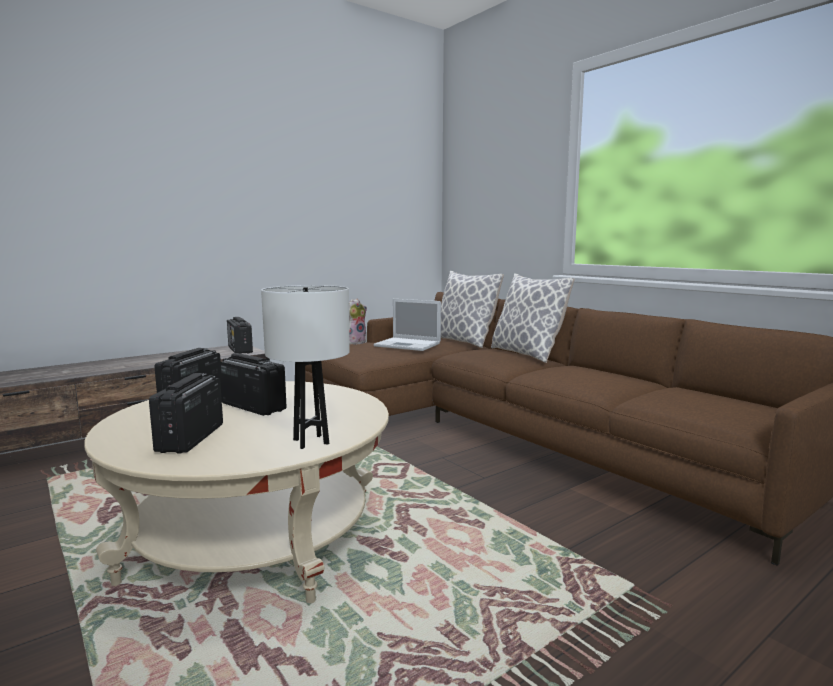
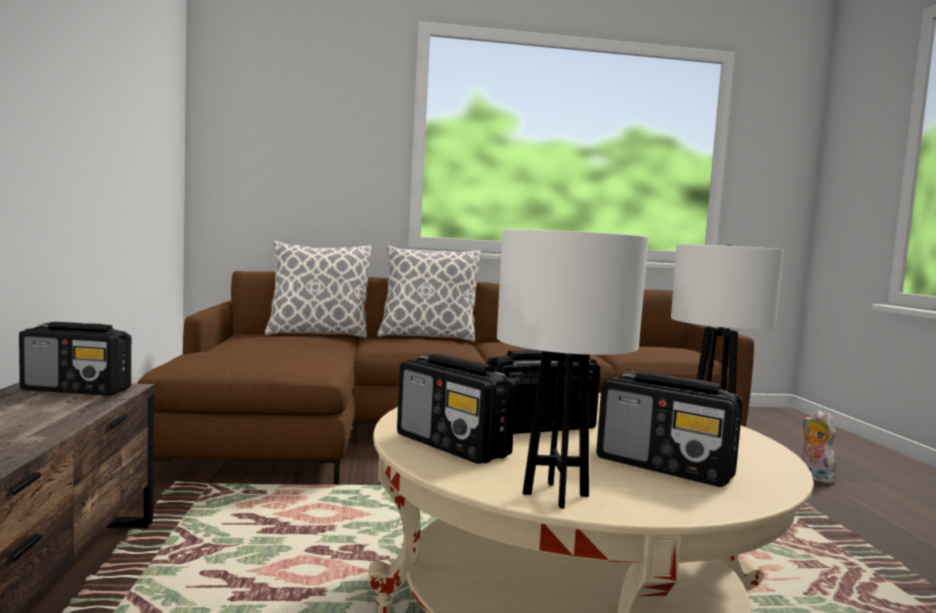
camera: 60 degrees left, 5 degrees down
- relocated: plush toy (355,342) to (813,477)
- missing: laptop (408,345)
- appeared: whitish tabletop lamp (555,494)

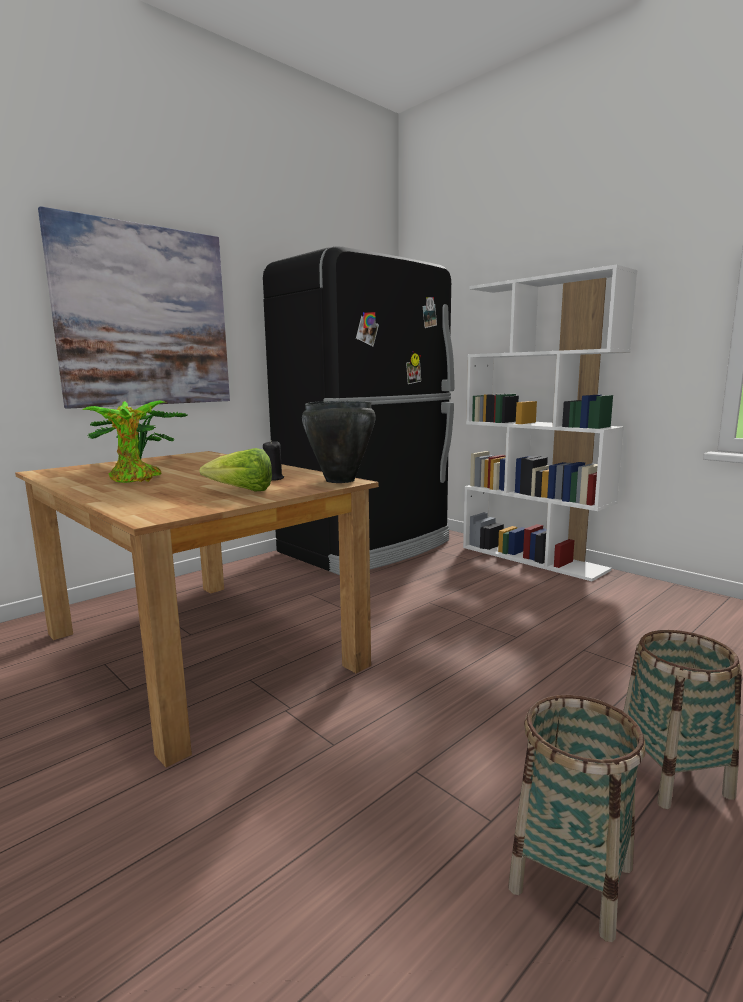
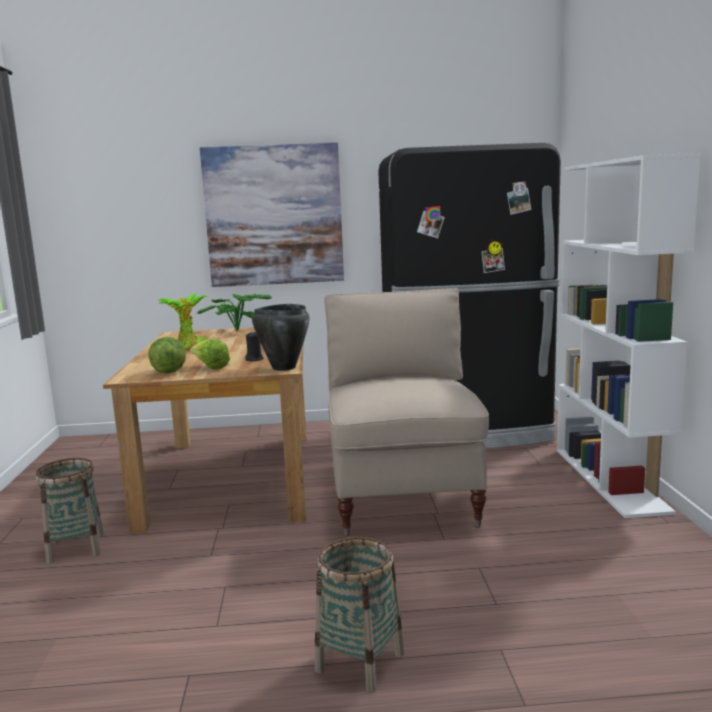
camera: 40 degrees right, 0 degrees up
- relocated: storage basket (570,878) to (76,548)
- appeared: beige-coloured chair (403,498)
- appeared: lettuce (169,371)

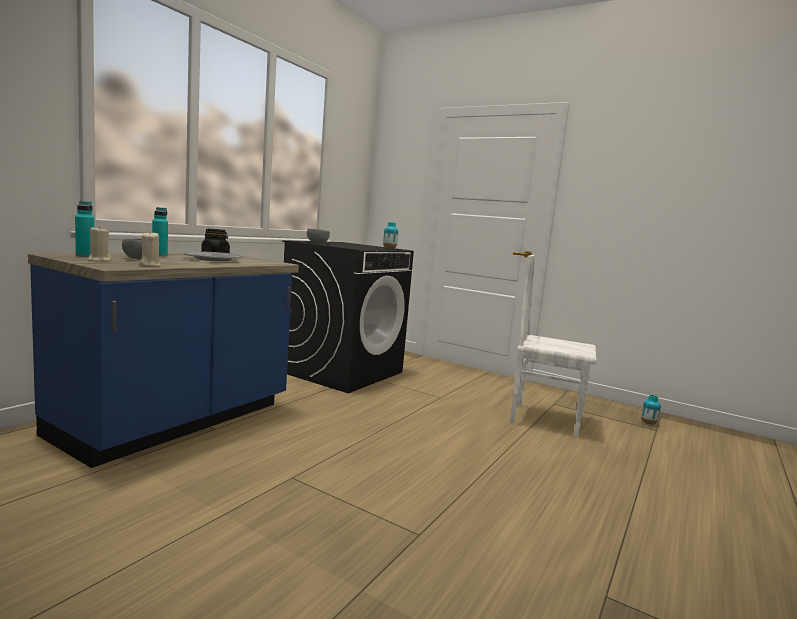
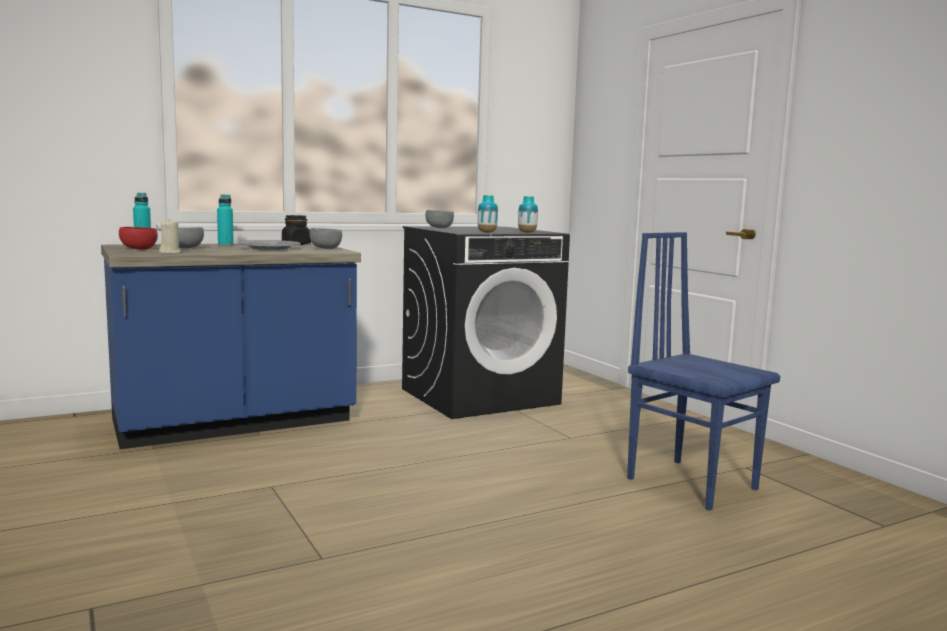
camera: 30 degrees right, 0 degrees up
- exchanged: beige-coloured wax light (99,260) to red serving bowl (139,249)
- colour: whitish chair (545,419) to blue chair (692,483)
- relocated: vase (648,423) to (487,232)
- appeared: gray serving bowl (325,248)

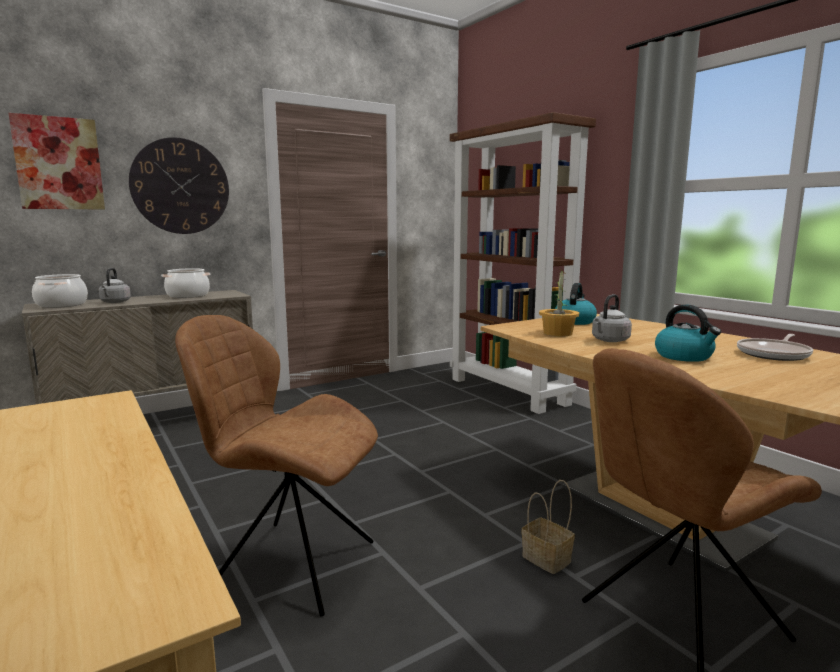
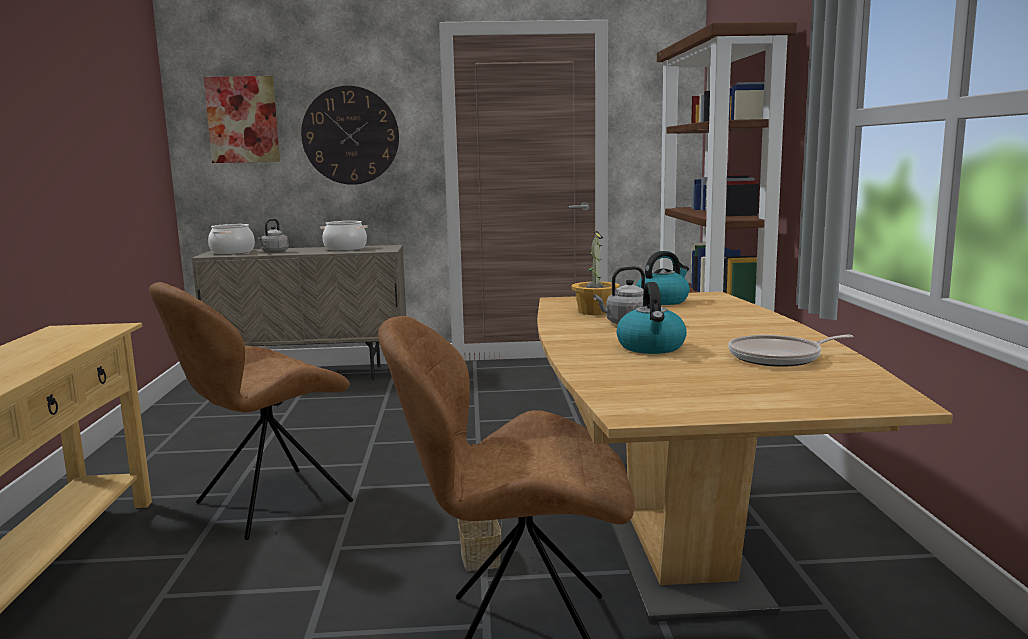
camera: 30 degrees right, 0 degrees up
- spun: brown-coloured chair (290,564) = (268,504) 90 degrees counterclockwise

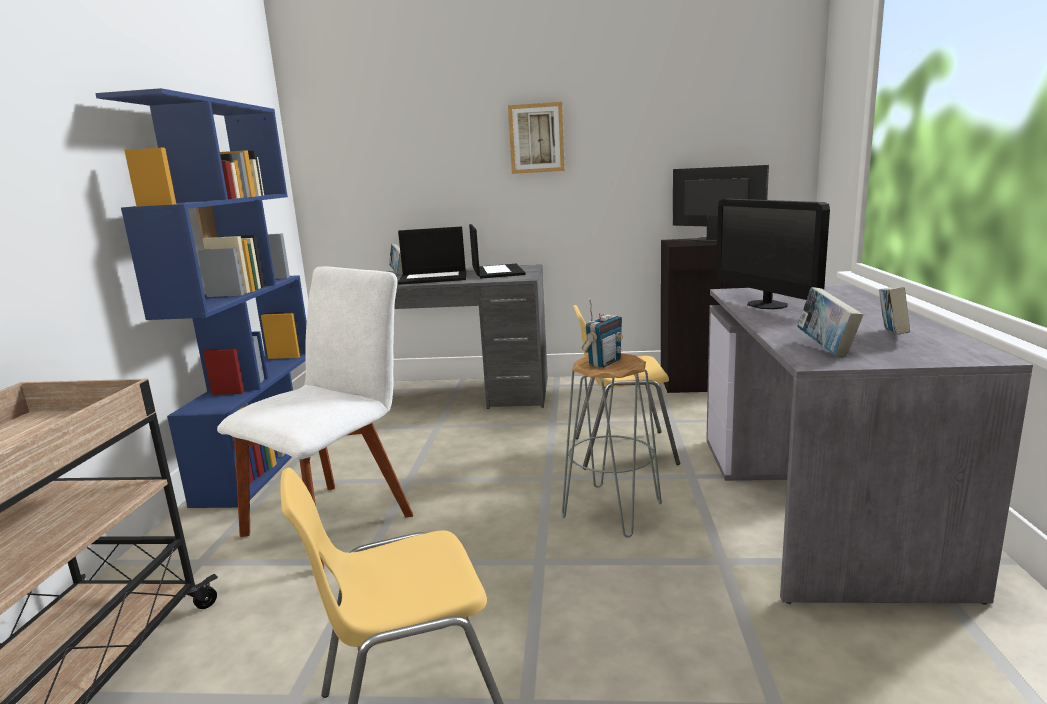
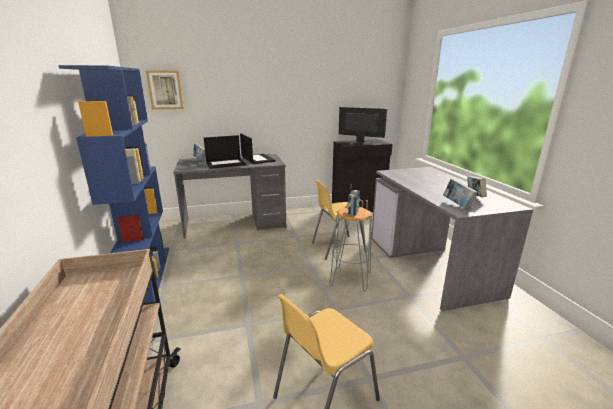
camera: 20 degrees left, 5 degrees up
- relocated: wall picture (536,138) to (165,90)
- missing: computer screen (767,305)
- missing: whitish chair (334,520)

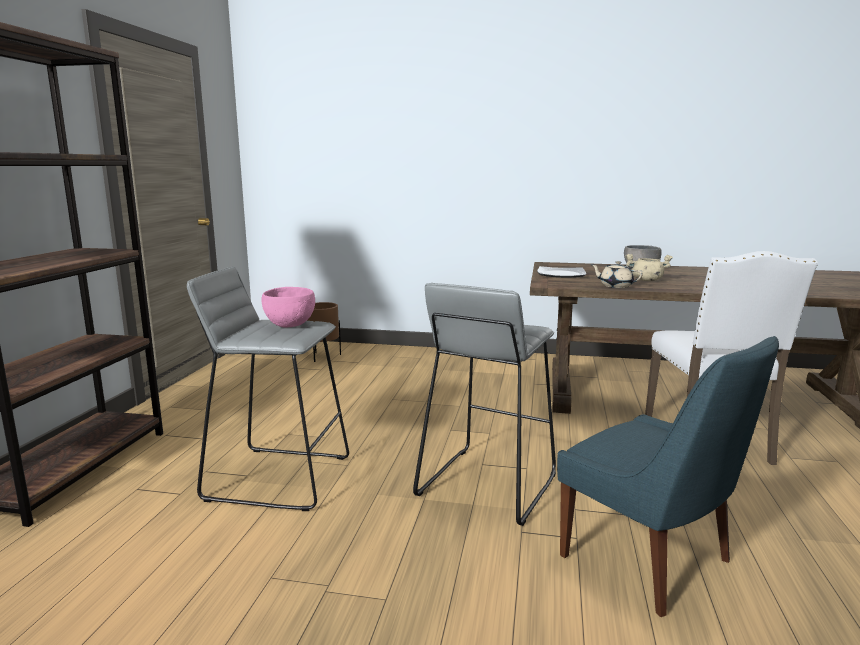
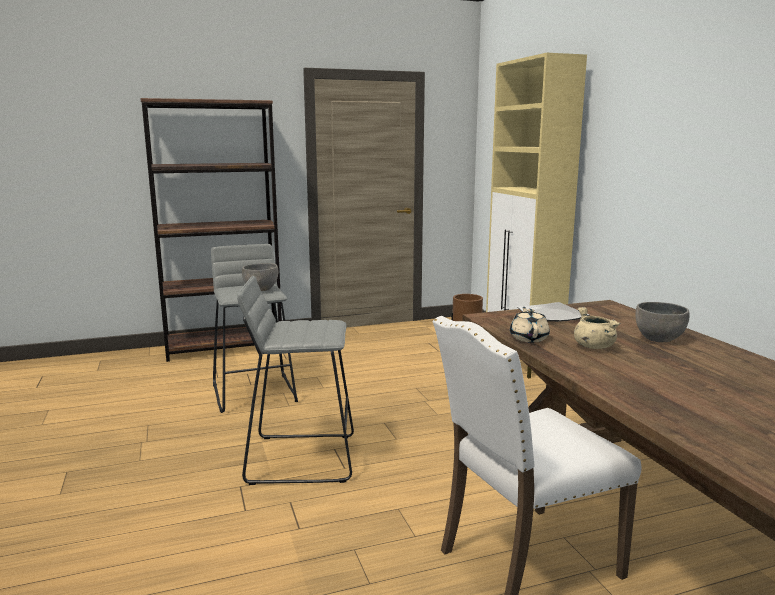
camera: 60 degrees right, 0 degrees up
- colour: pink-coloured serving bowl (289,325) to gray serving bowl (261,289)
- missing: blue chair (651,562)
- appeared: beige-coloured cabinet (522,362)

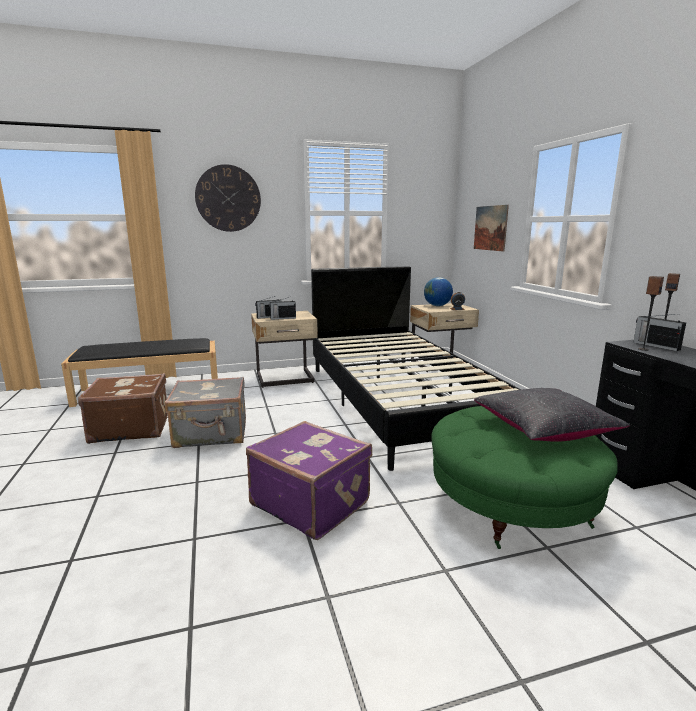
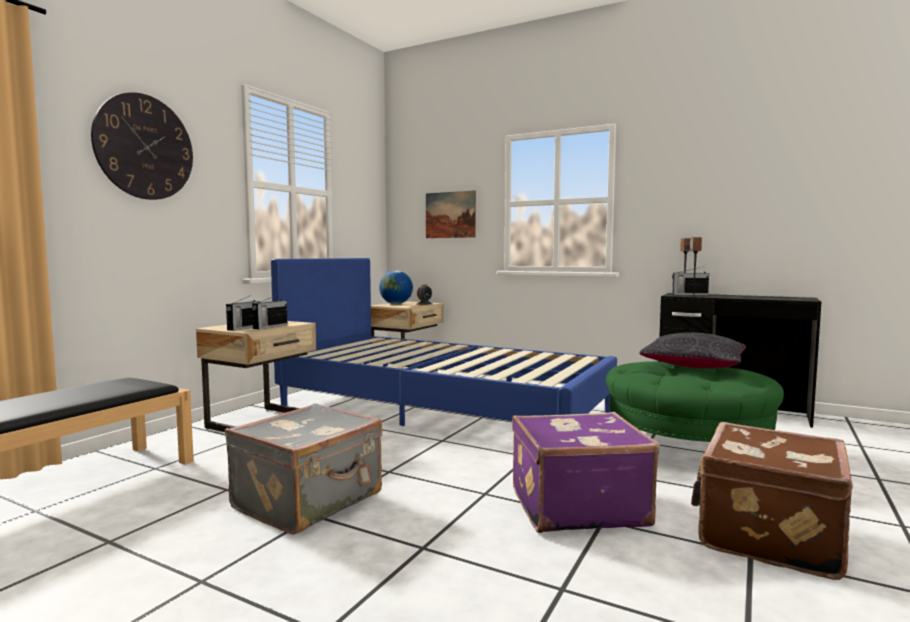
camera: 45 degrees left, 10 degrees down
- colour: black-coloured sleeping bed (398,401) to blue sleeping bed (442,409)
- relocated: brown-coloured travel case (130,428) to (767,535)

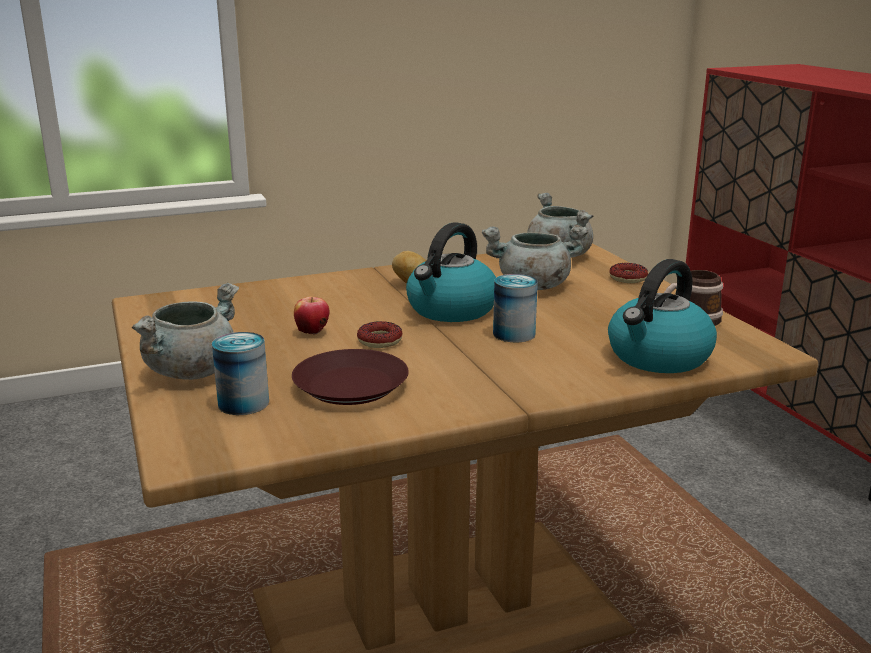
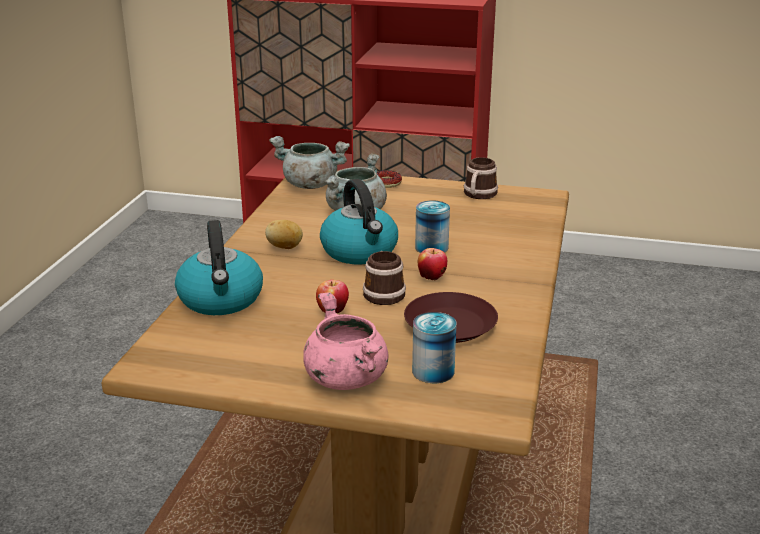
camera: 55 degrees left, 5 degrees up
- relocated: water kettle (658,357) to (221,300)
- colour: gray saucepot (191,371) to pink-coloured saucepot (345,378)
- exchanged: donut (380,341) to coffee mug (383,292)
- appeared: apple fruit (432,278)

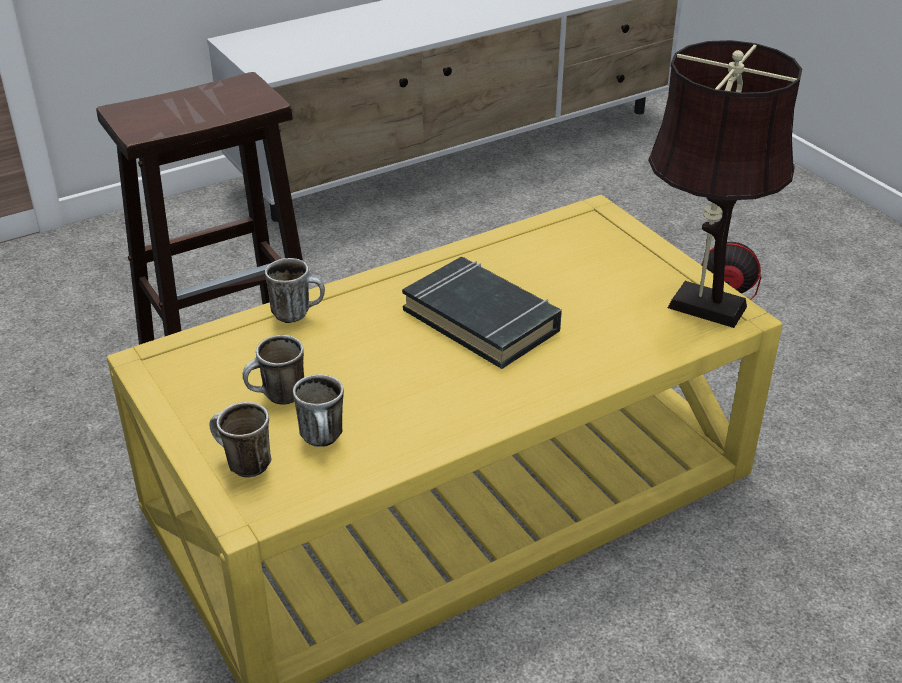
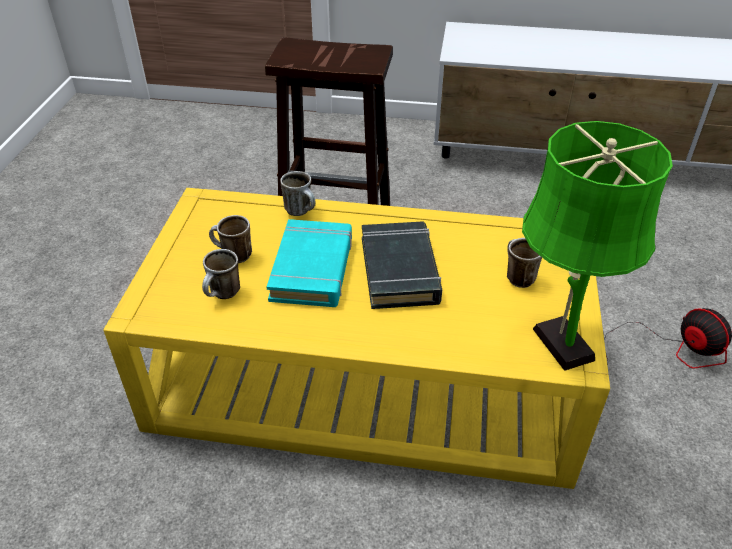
camera: 40 degrees right, 5 degrees up
- colour: brown-coloured tabletop lamp (699,305) to greenish tabletop lamp (559,339)
- relocated: coffee mug (241,464) to (516,277)
- appeared: blue-green volume (312,269)

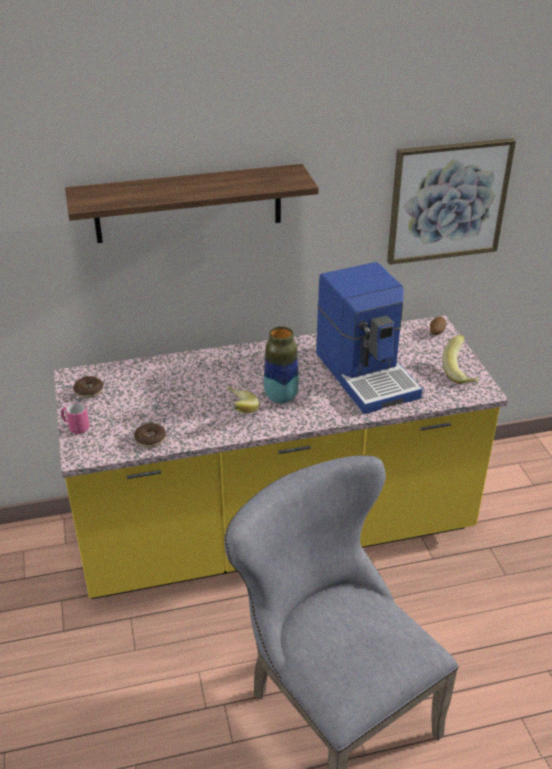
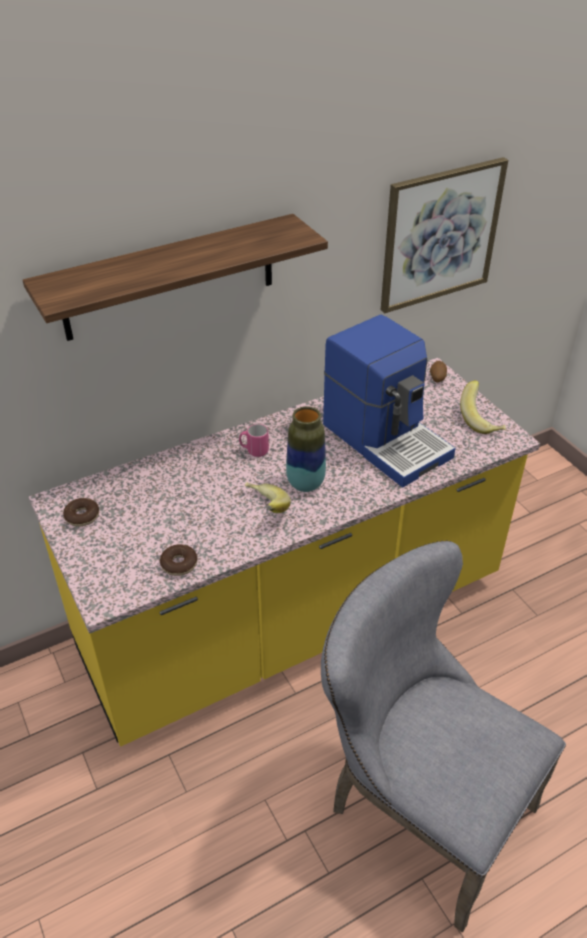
camera: 15 degrees left, 5 degrees up
- relocated: pink-coloured coffee mug (76,427) to (254,450)

